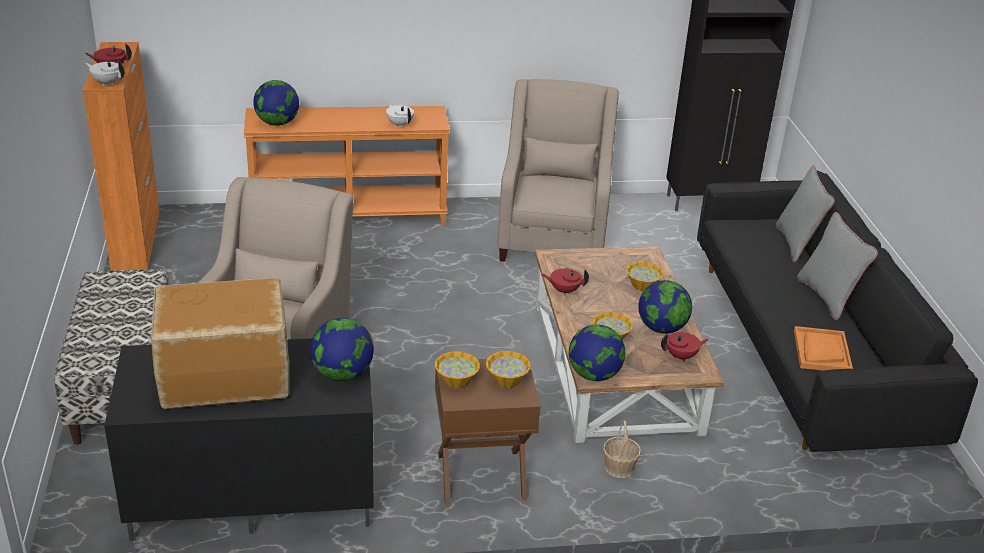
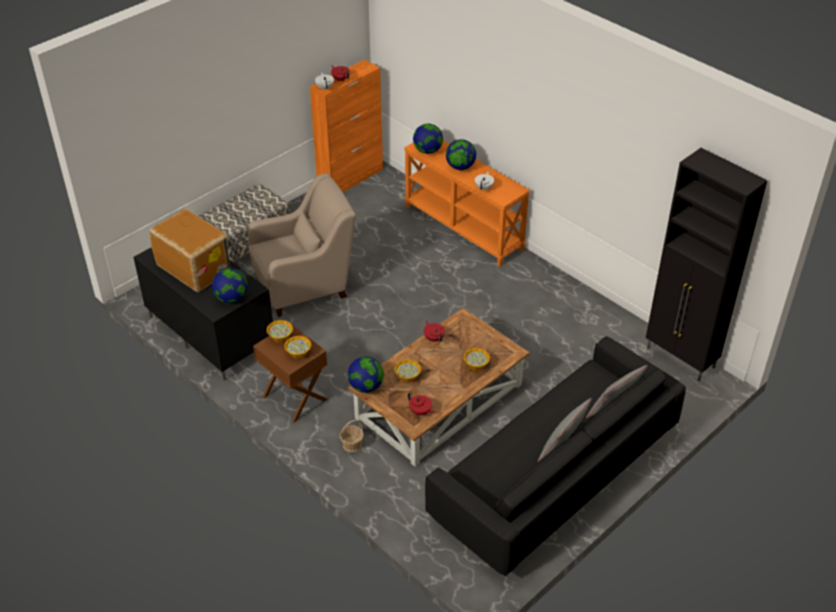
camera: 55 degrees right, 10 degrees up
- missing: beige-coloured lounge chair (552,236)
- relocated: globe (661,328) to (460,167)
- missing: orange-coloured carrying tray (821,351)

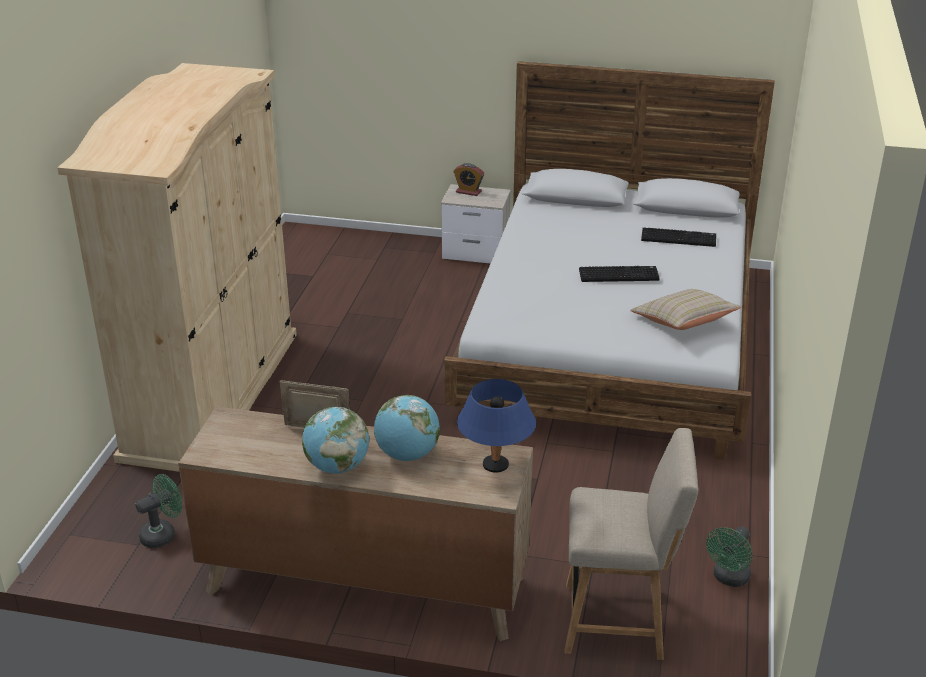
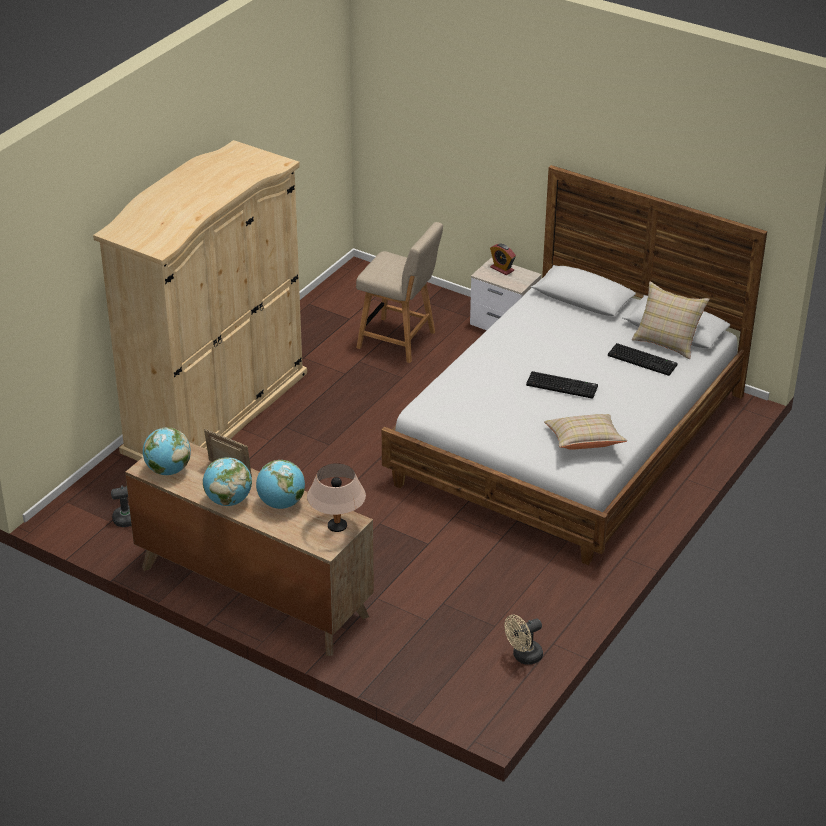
camera: 20 degrees right, 5 degrees up
- colour: blue tabletop lamp (496,465) to beige-coloured tabletop lamp (337,526)
- relocated: beige-coloured chair (620,621) to (400,341)
- colour: greenish cooling fan (729,578) to beige-coloured cooling fan (523,657)
- appeared: beige-coloured cushion (667,341)
- appeared: globe (168,470)

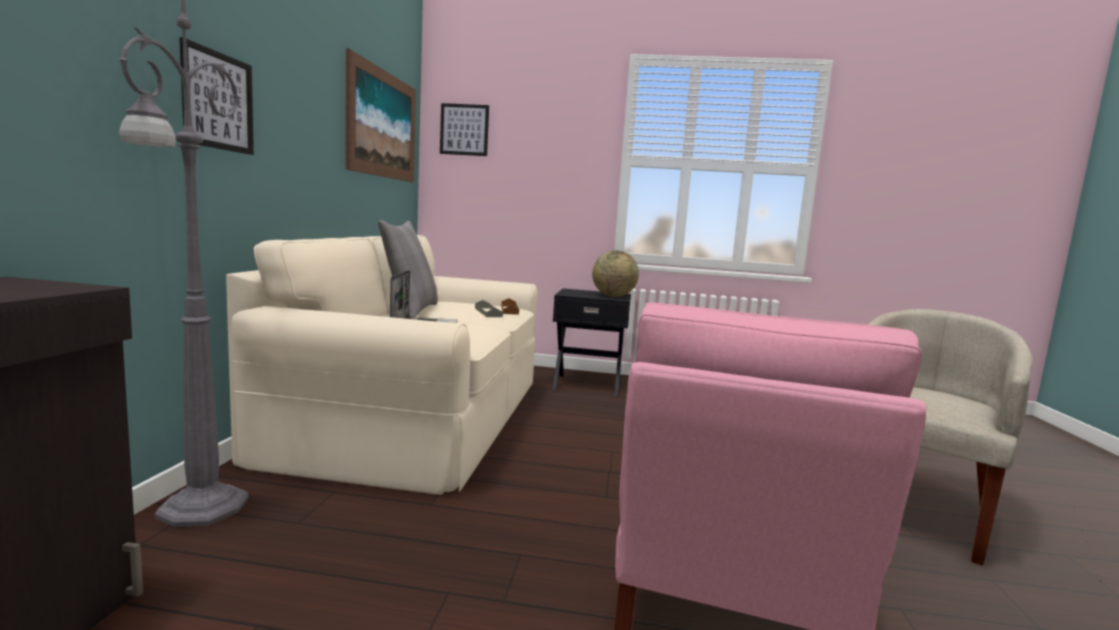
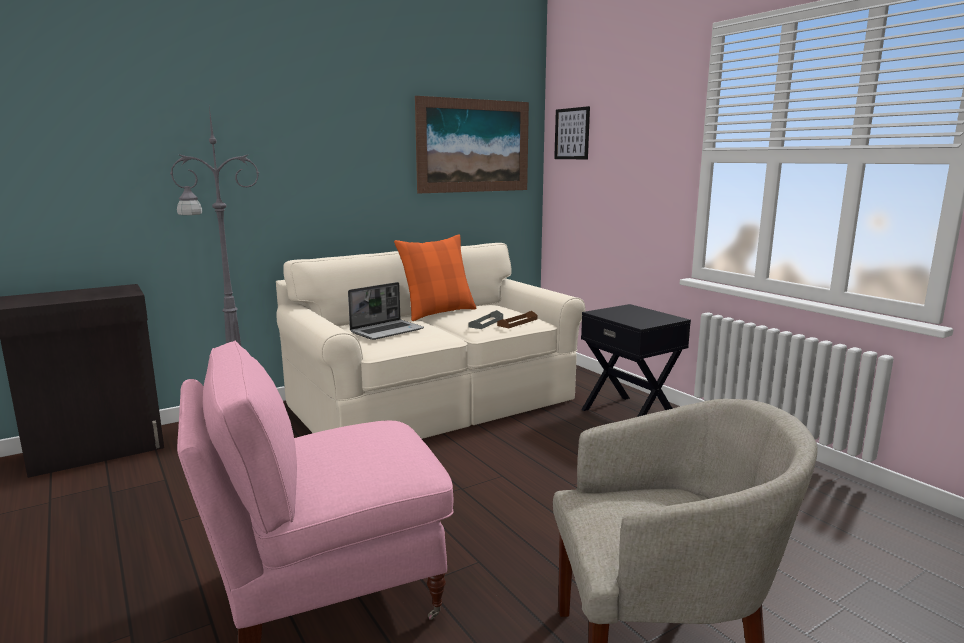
camera: 50 degrees right, 5 degrees up
- missing: wall picture (218,101)
- colour: gray cushion (411,310) to orange-coloured cushion (438,312)
- missing: globe (613,296)

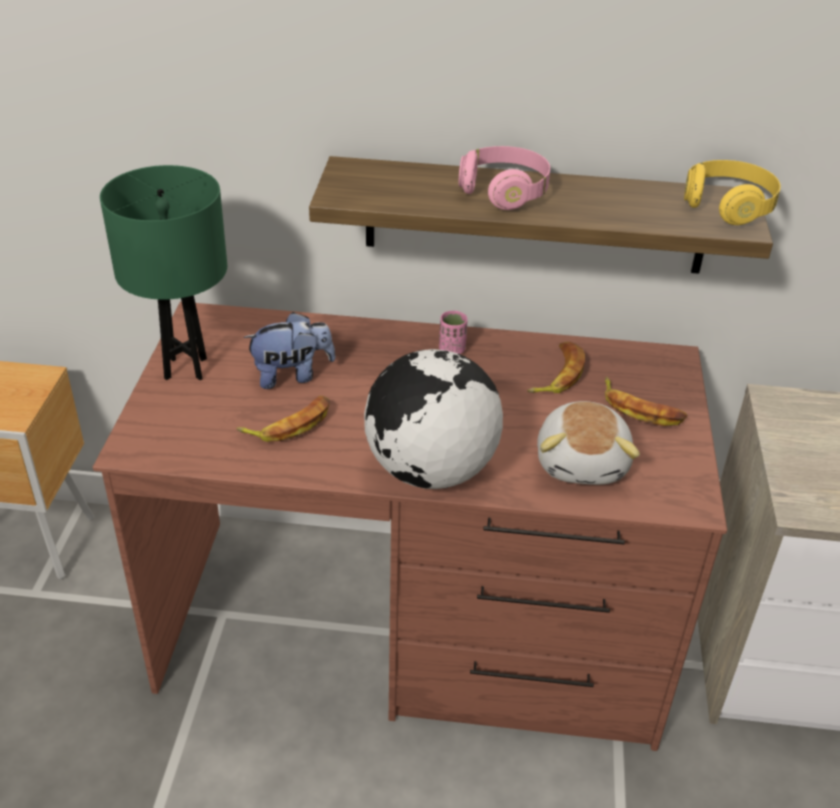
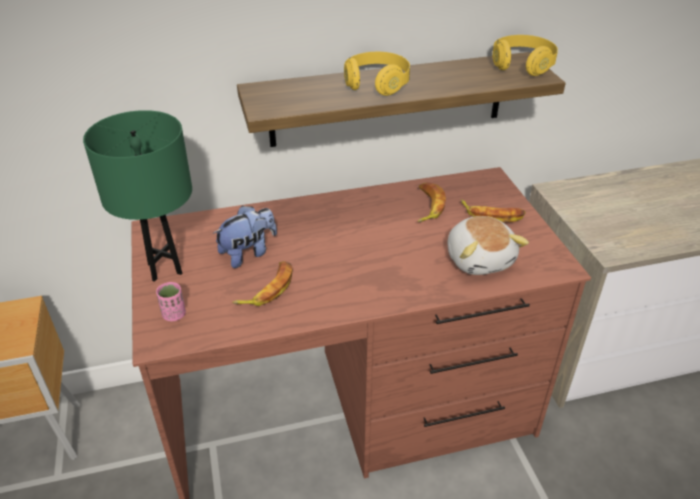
camera: 20 degrees left, 0 degrees up
- colour: pink-coloured headphones (504,192) to yellow-coloured headphones (377,84)
- relocated: pink-coloured drinking cup (452,350) to (174,315)
- missing: globe (430,471)

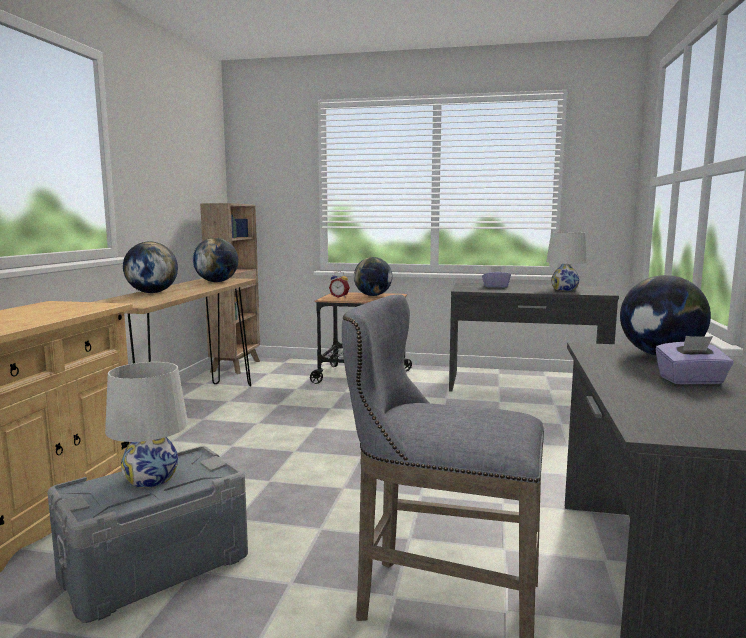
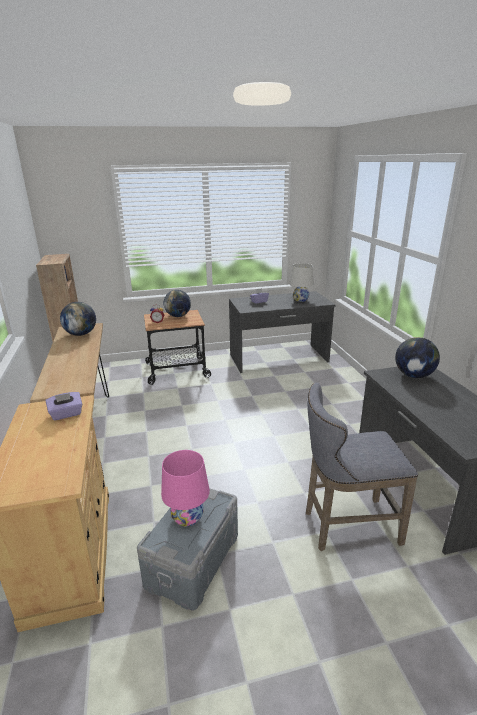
camera: 25 degrees left, 15 degrees up
- missing: globe (152,292)
- relocated: purplish tissue holder (691,381) to (66,414)
- colour: whitish tabletop lamp (150,478) to pink-coloured tabletop lamp (187,517)

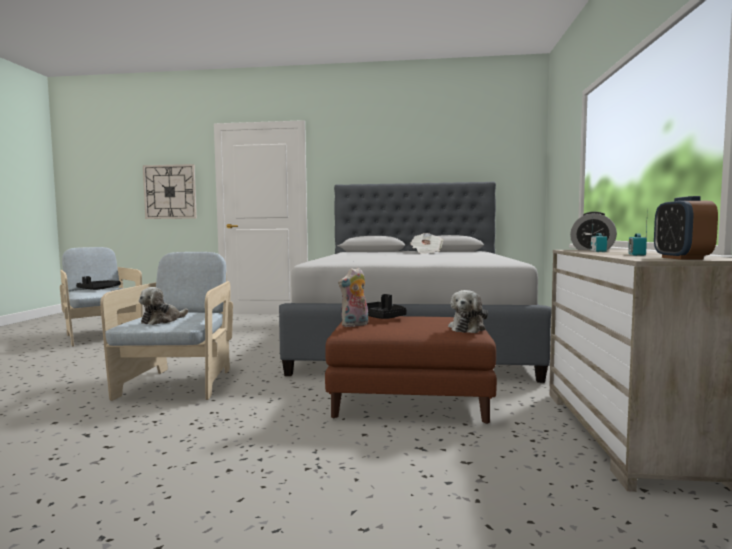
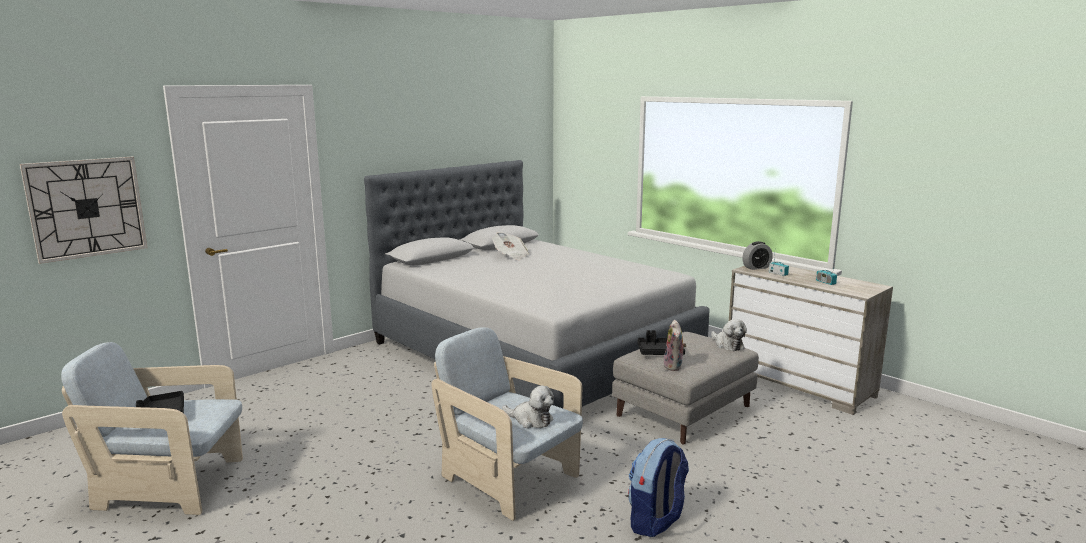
camera: 50 degrees left, 10 degrees up
- missing: alarm clock (681,258)
- spun: plush toy (162,321) = (530,420) 45 degrees counterclockwise
- colour: brown-coloured pouffe (411,401) to gray pouffe (684,411)
- appeared: backpack (656,522)

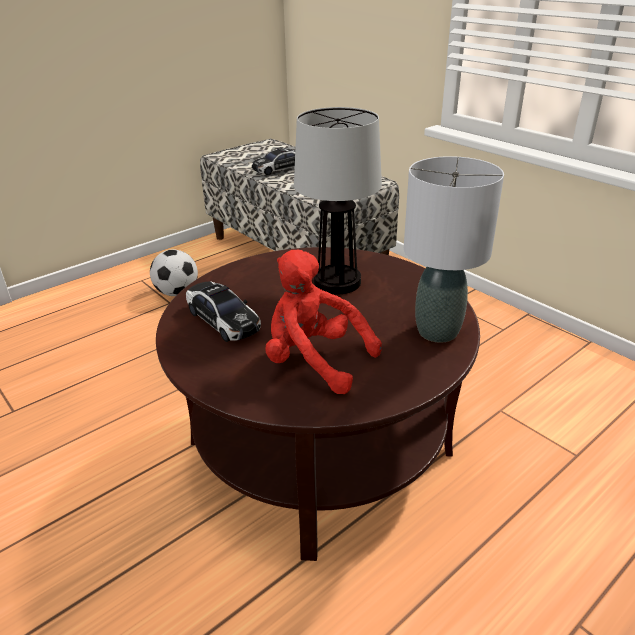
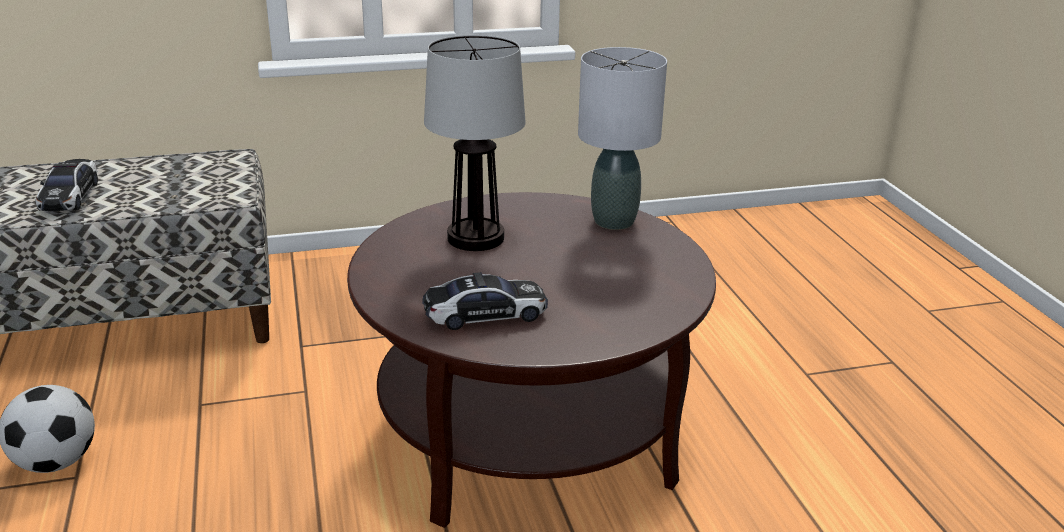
camera: 65 degrees left, 5 degrees down
- missing: red plush toy (314,361)

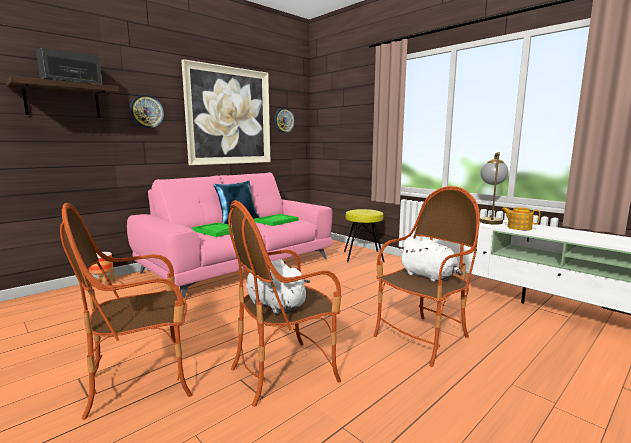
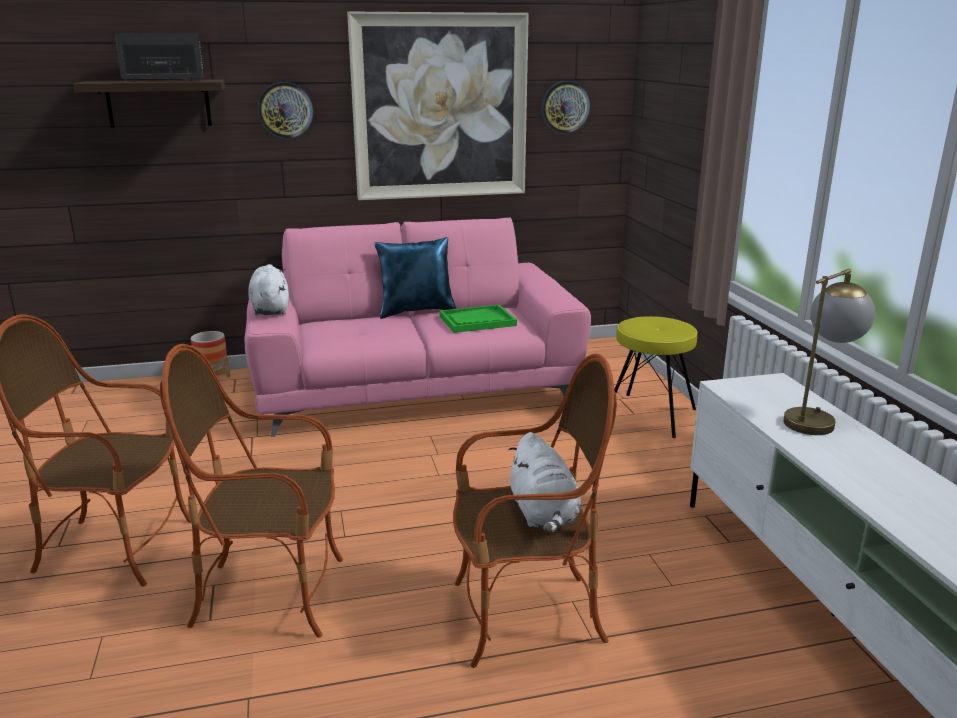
camera: 30 degrees right, 10 degrees up
- missing: teapot (518,227)
- missing: greenish carrying tray (217,231)
- relocated: whitish plush toy (274,304) to (270,309)

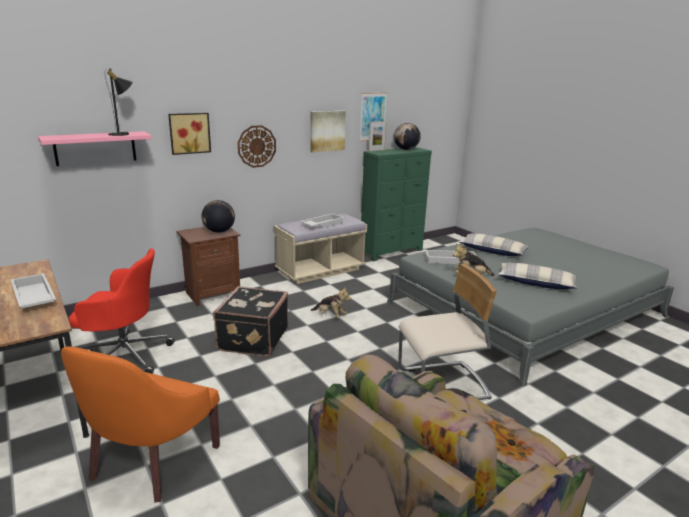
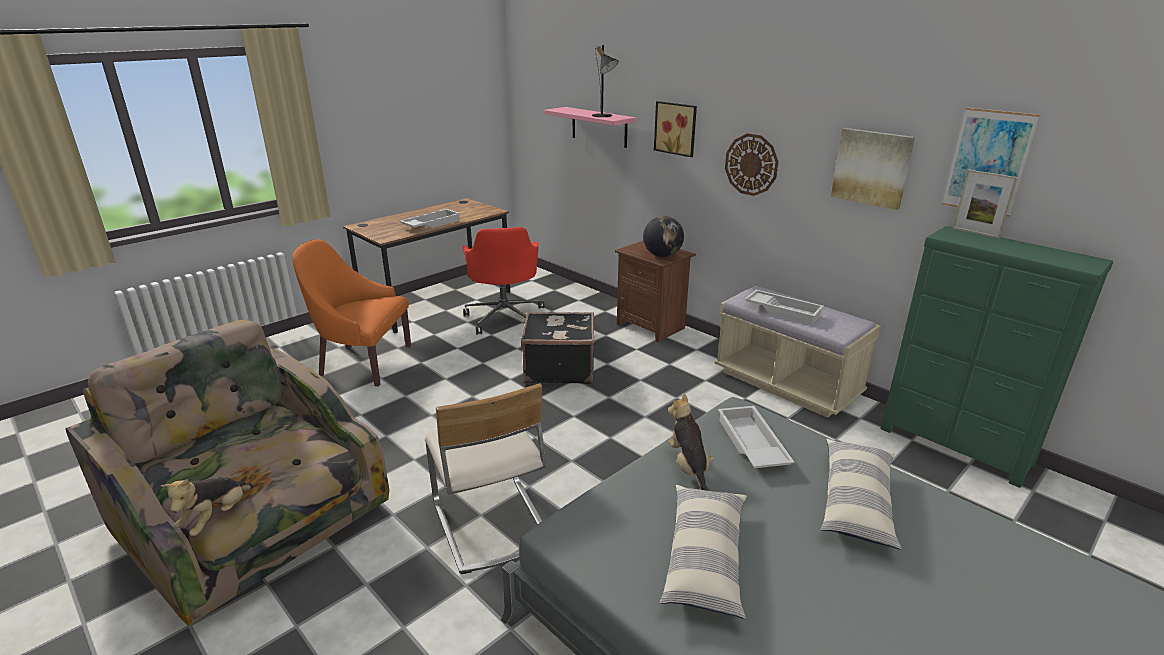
camera: 80 degrees right, 5 degrees up
- missing: globe (406,149)
- relocated: plush toy (330,315) to (216,518)

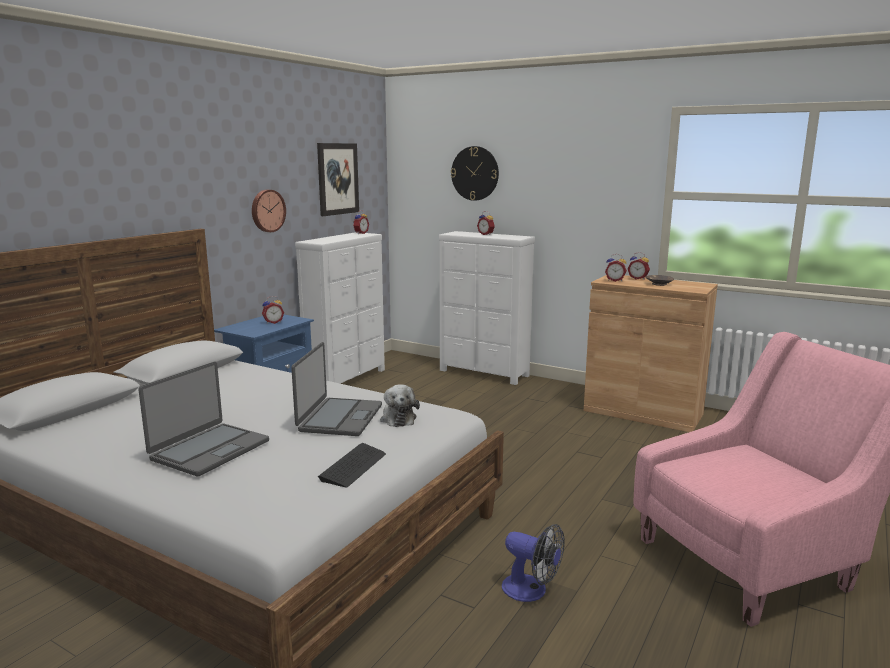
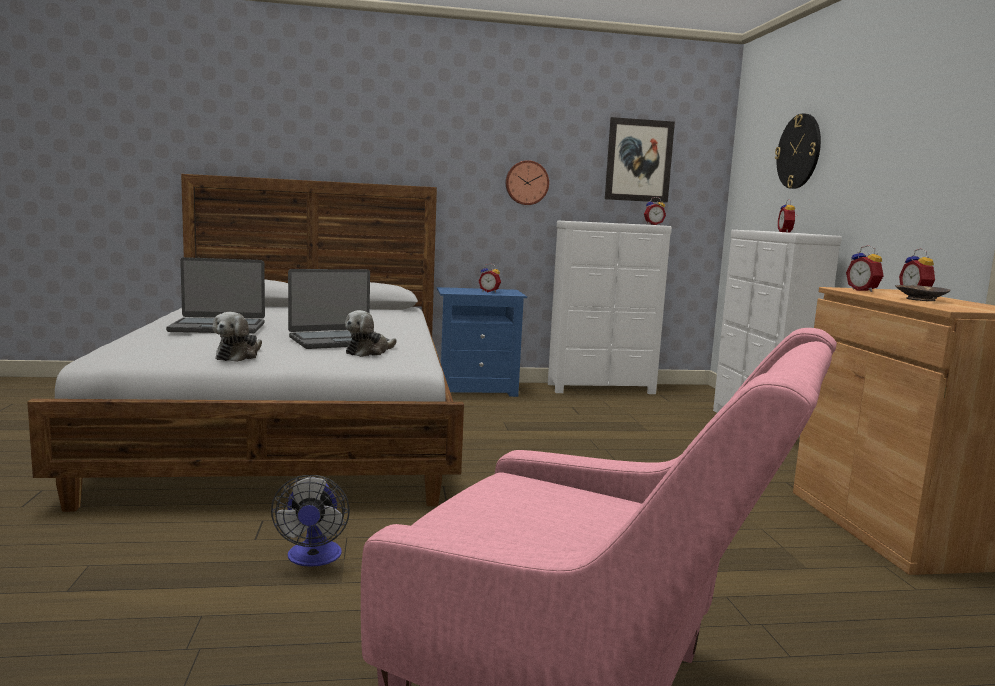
camera: 50 degrees right, 5 degrees down
- exchanged: computer keyboard (353,467) to plush toy (238,356)

